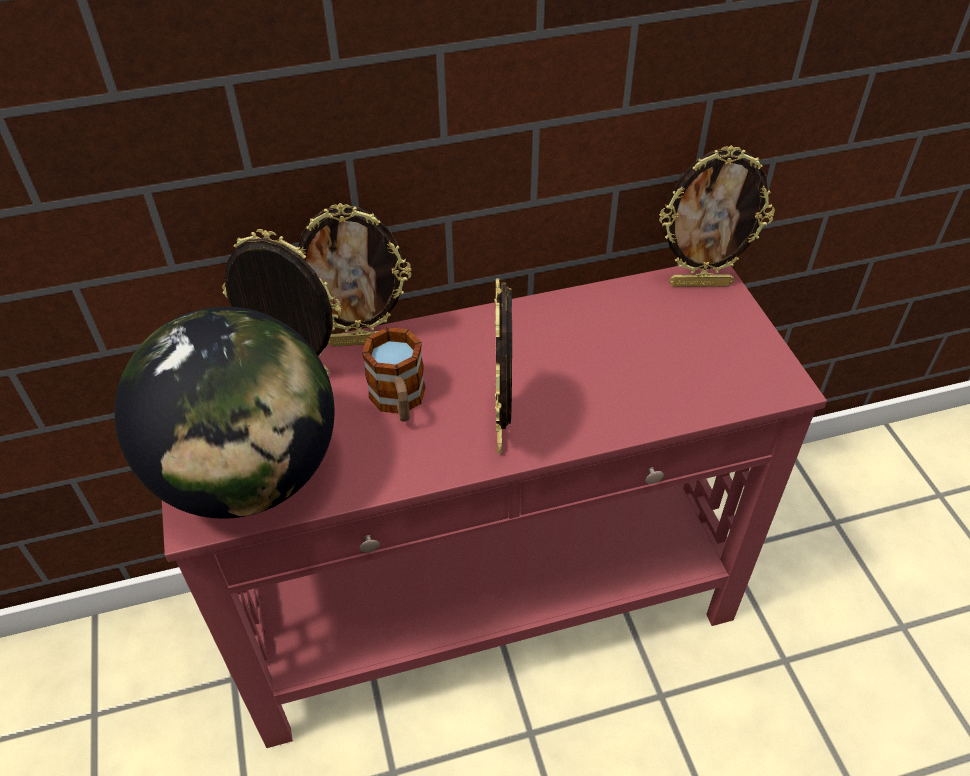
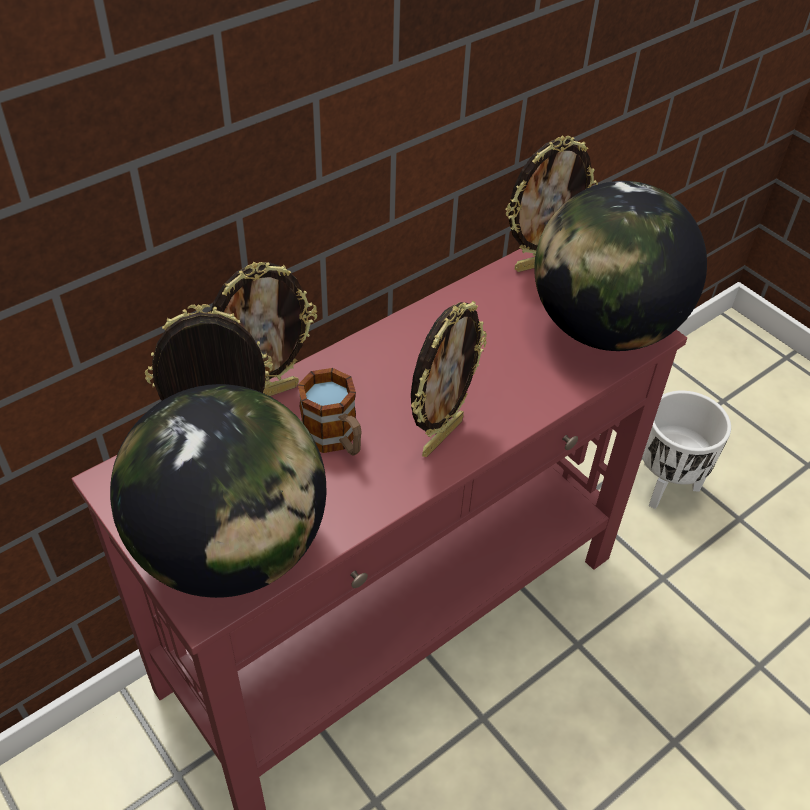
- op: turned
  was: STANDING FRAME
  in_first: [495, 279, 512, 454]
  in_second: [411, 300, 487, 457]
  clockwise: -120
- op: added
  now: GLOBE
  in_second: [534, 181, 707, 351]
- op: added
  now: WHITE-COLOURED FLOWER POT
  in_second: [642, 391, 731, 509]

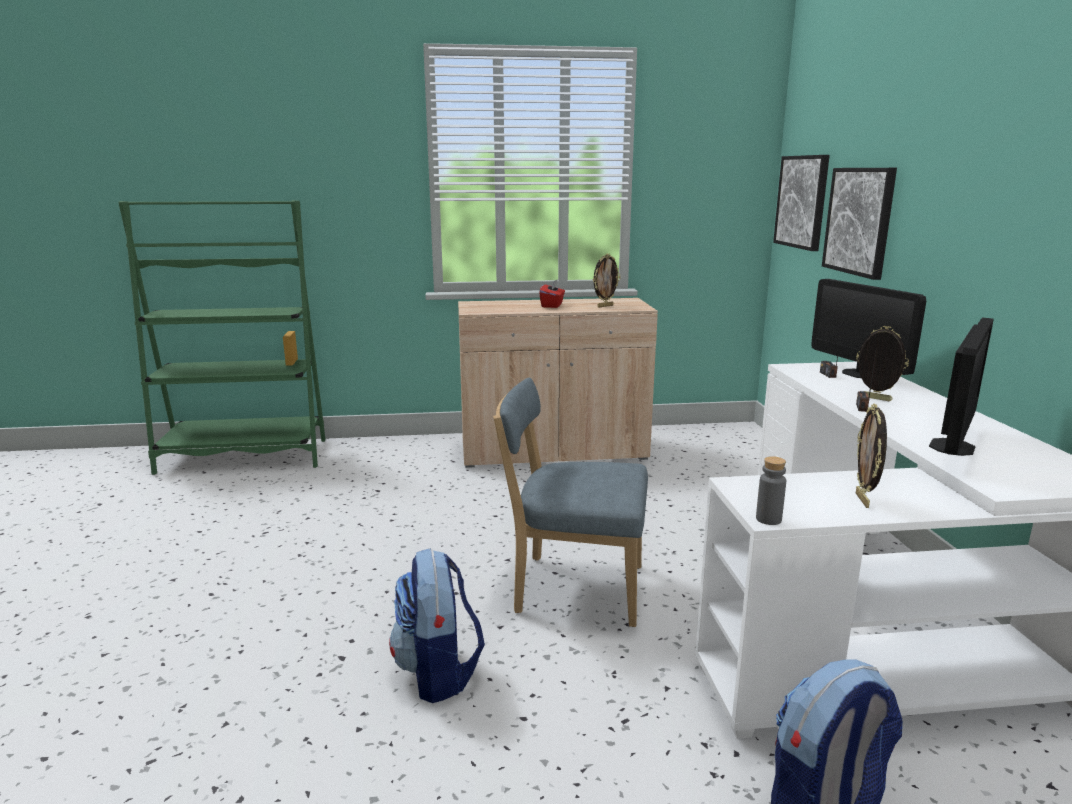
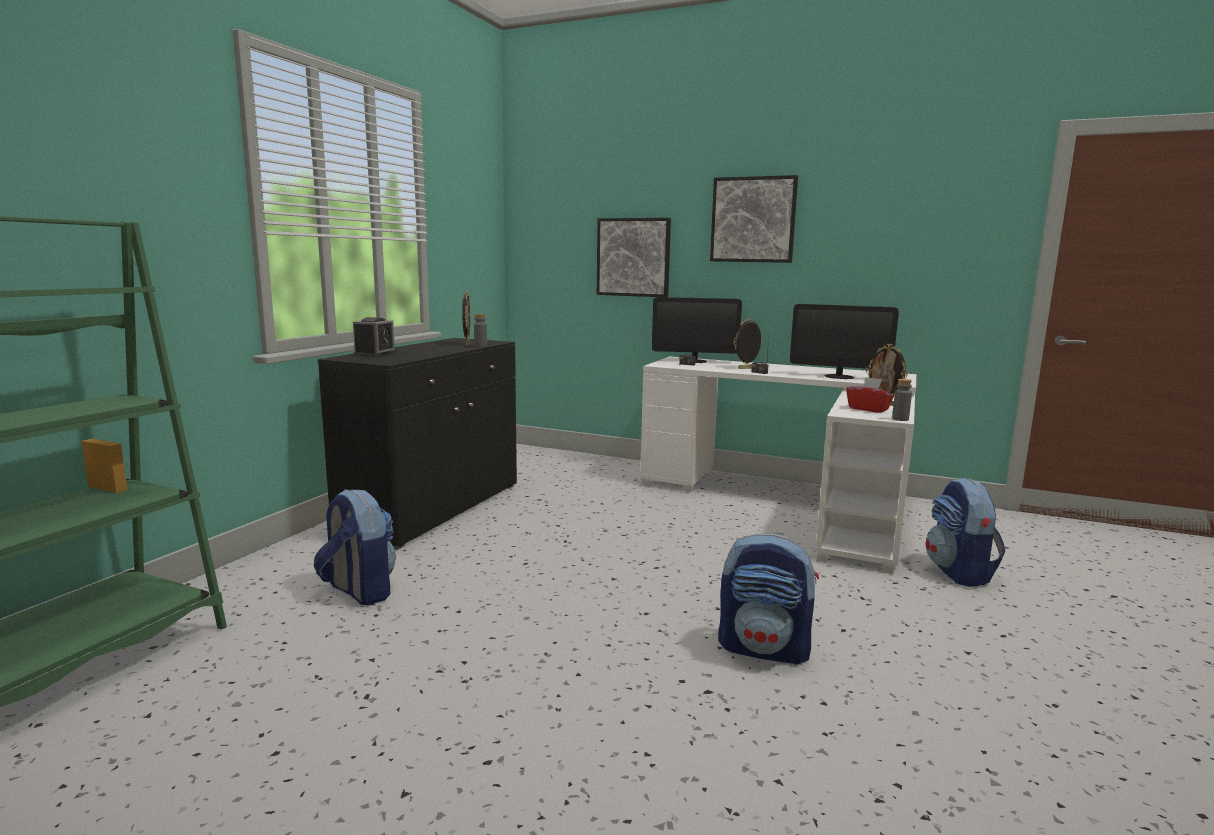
- op: added
  now: KNAPSACK
  in_second: [314, 489, 396, 605]
- op: recoloured
  was: BEIGE-COLOURED STORAGE CABINET
  now: BLACK-COLOURED STORAGE CABINET
  in_first: [458, 298, 658, 468]
  in_second: [318, 338, 517, 550]
- op: added
  now: ALARM CLOCK
  in_second: [353, 317, 396, 357]
- op: added
  now: GREYISH BOTTLE
  in_second: [474, 314, 487, 347]
- op: moved
  was: PICTURE
  in_first: [773, 155, 830, 251]
  in_second: [710, 175, 798, 263]
- op: turned
  was: COMPUTER DISPLAY
  in_first: [929, 317, 994, 456]
  in_second: [790, 304, 899, 379]
  clockwise: 135
- op: moved
  was: RED-COLOURED TISSUE HOLDER
  in_first: [539, 279, 565, 308]
  in_second: [846, 377, 894, 413]
- op: removed
  was: BLUISH CHAIR
  in_first: [493, 377, 648, 627]

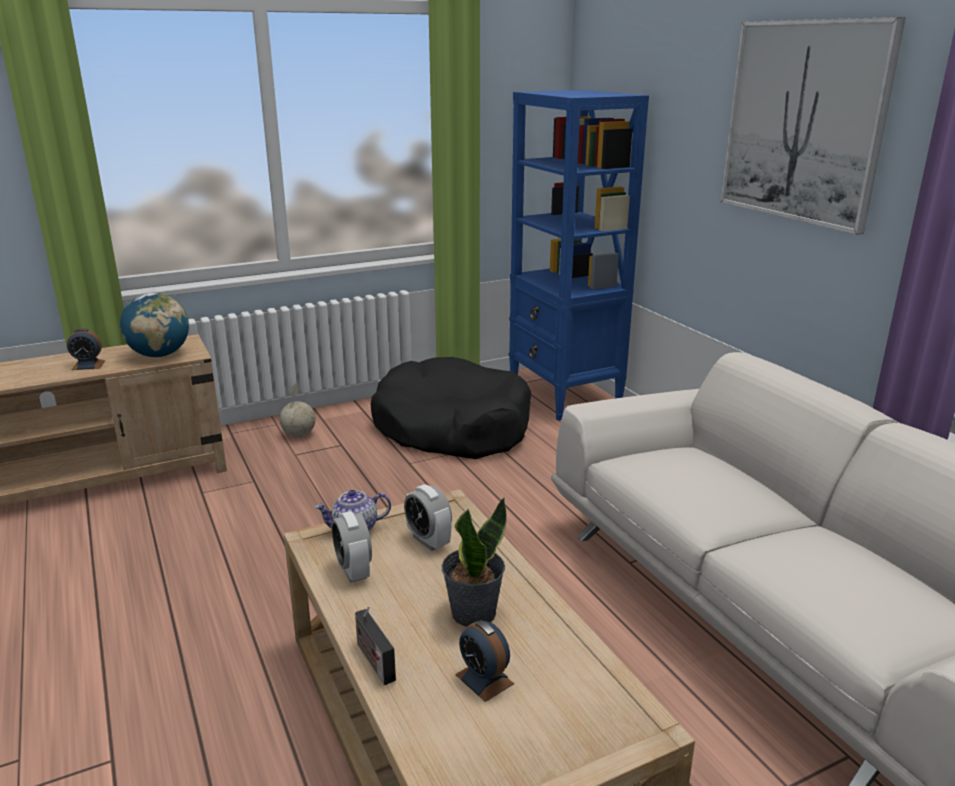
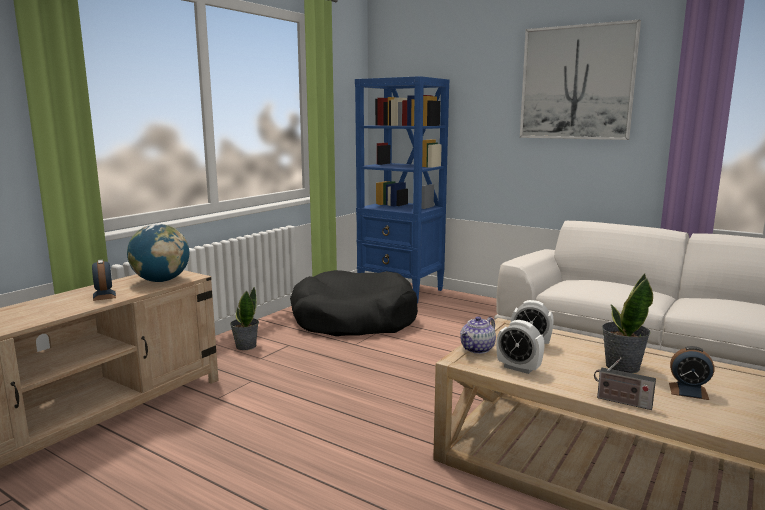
- op: turned
  was: ALARM CLOCK
  in_first: [67, 328, 105, 370]
  in_second: [92, 260, 116, 301]
  clockwise: -75
- op: replaced
  was: GLOBE
  now: POTTED PLANT
  in_first: [279, 382, 316, 437]
  in_second: [230, 286, 259, 350]

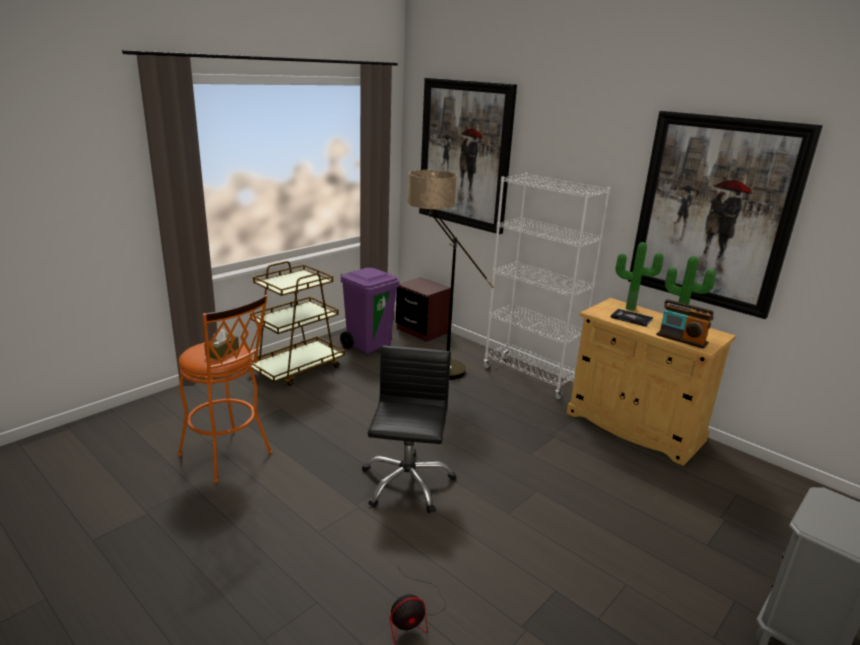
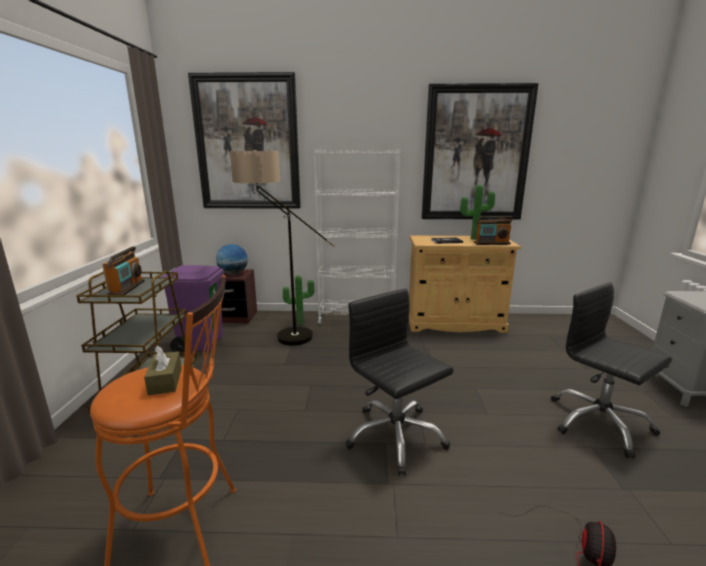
- op: added
  now: RADIO RECEIVER
  in_second: [102, 246, 145, 295]
- op: added
  now: GLOBE
  in_second: [216, 244, 248, 275]
- op: moved
  was: POTTED PLANT
  in_first: [615, 242, 664, 311]
  in_second: [283, 275, 314, 325]
- op: added
  now: BLACK-COLOURED COMPUTER CHAIR
  in_second: [551, 282, 672, 458]

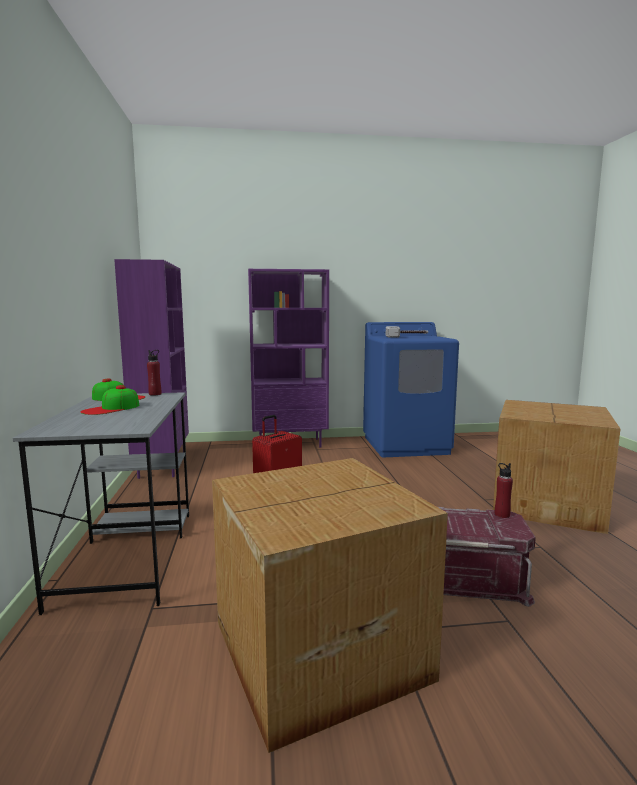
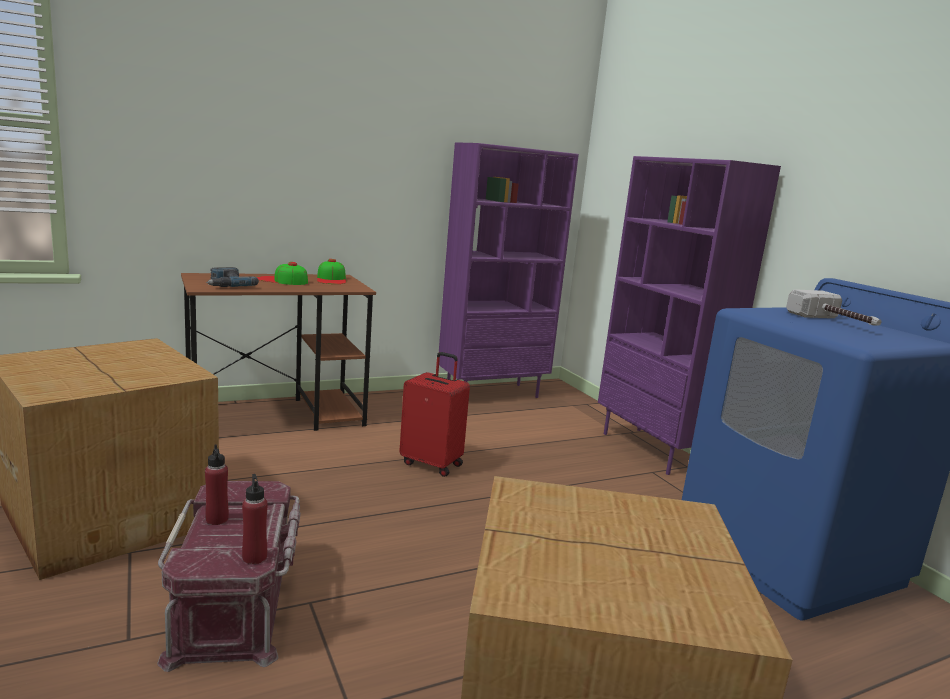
- op: recoloured
  was: GREYISH DESK UNIT
  now: BROWN DESK UNIT
  in_first: [13, 392, 189, 615]
  in_second: [181, 273, 376, 431]
- op: moved
  was: RED-COLOURED BOTTLE
  in_first: [147, 350, 161, 395]
  in_second: [205, 444, 229, 525]
- op: added
  now: POWER DRILL
  in_second: [206, 267, 259, 287]

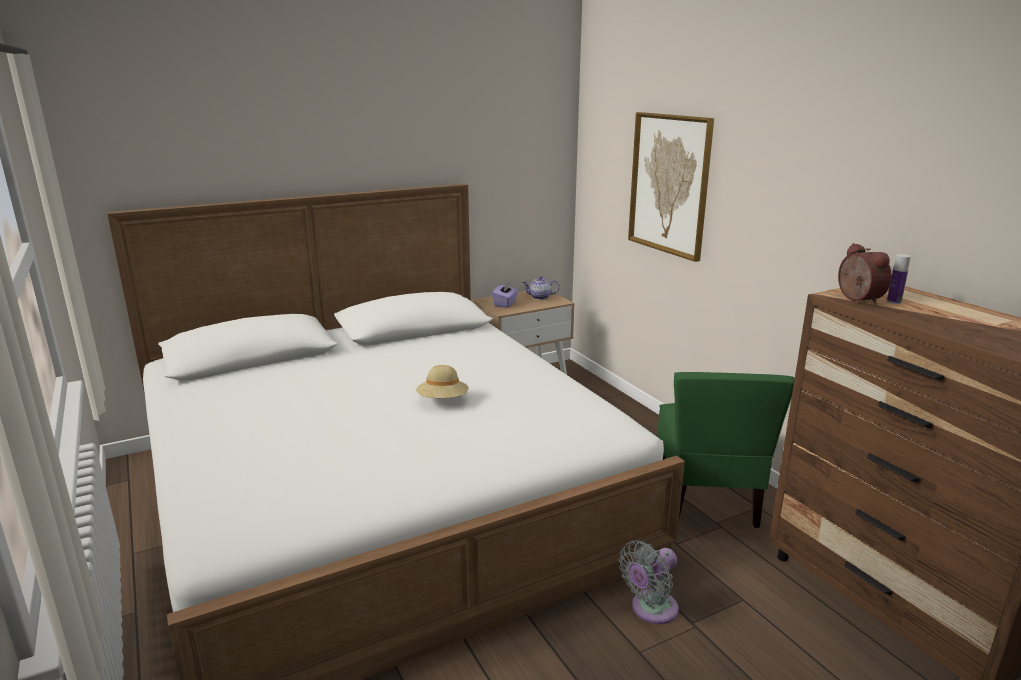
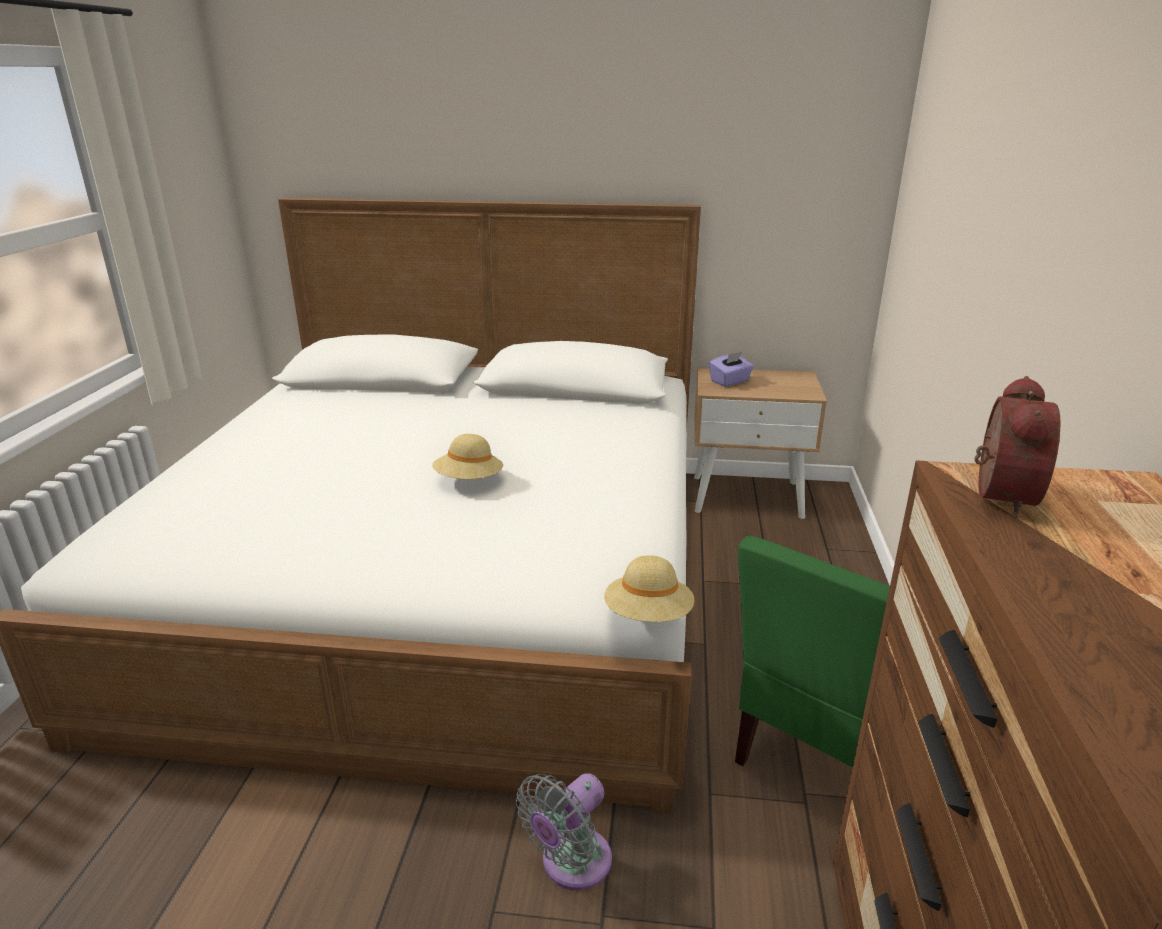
- op: turned
  was: GREYISH FAN
  in_first: [619, 540, 679, 624]
  in_second: [516, 773, 612, 890]
  clockwise: -45
- op: added
  now: BEIGE-COLOURED WEARABLE HAT
  in_second: [604, 555, 694, 622]
- op: removed
  was: TEA POT
  in_first: [522, 276, 559, 300]
- op: removed
  was: PICTURE
  in_first: [628, 112, 714, 262]
- op: removed
  was: BOTTLE
  in_first: [887, 254, 911, 304]

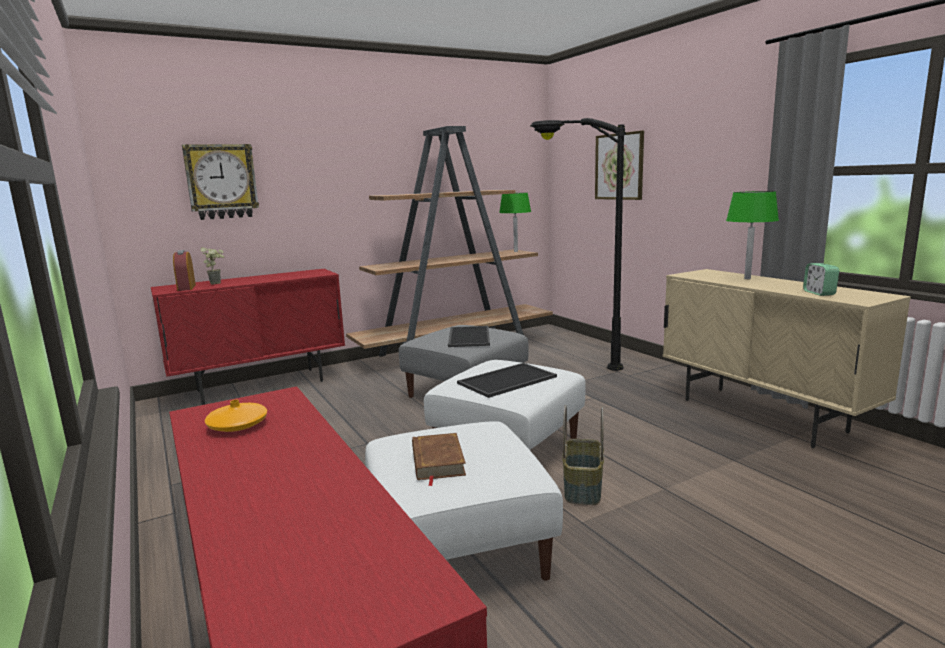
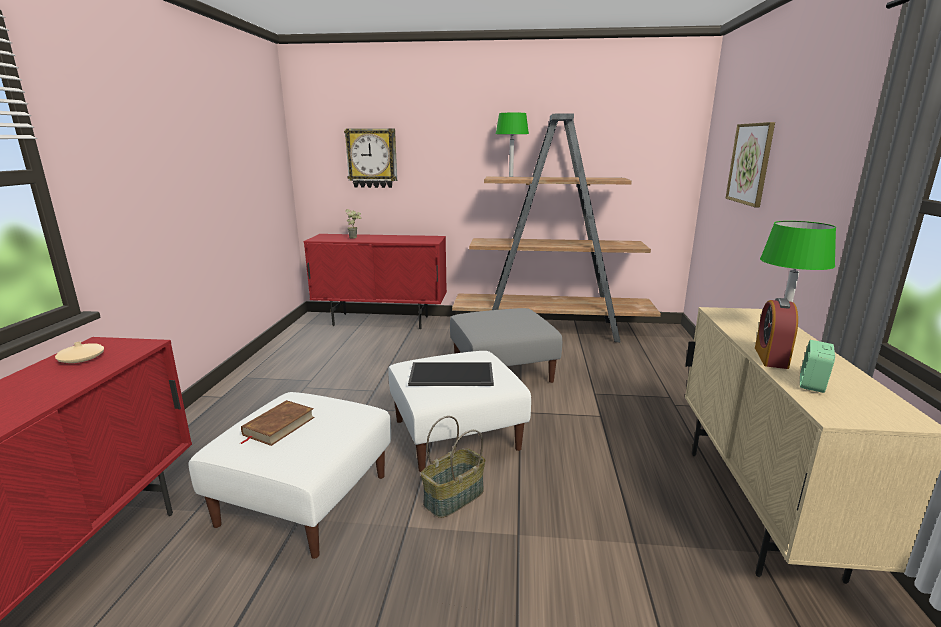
- op: recoloured
  was: ORANGE-COLOURED VASE
  now: BEIGE-COLOURED VASE
  in_first: [205, 400, 267, 432]
  in_second: [55, 342, 104, 363]
- op: moved
  was: GREEN LAMP FOR A TABLE
  in_first: [499, 193, 531, 252]
  in_second: [496, 113, 529, 177]
- op: moved
  was: ALARM CLOCK
  in_first: [173, 250, 196, 291]
  in_second: [755, 298, 798, 369]
- op: removed
  was: CARRYING TRAY
  in_first: [448, 326, 490, 347]
- op: removed
  was: BLACK-COLOURED STANDING LAMP
  in_first: [530, 118, 626, 371]

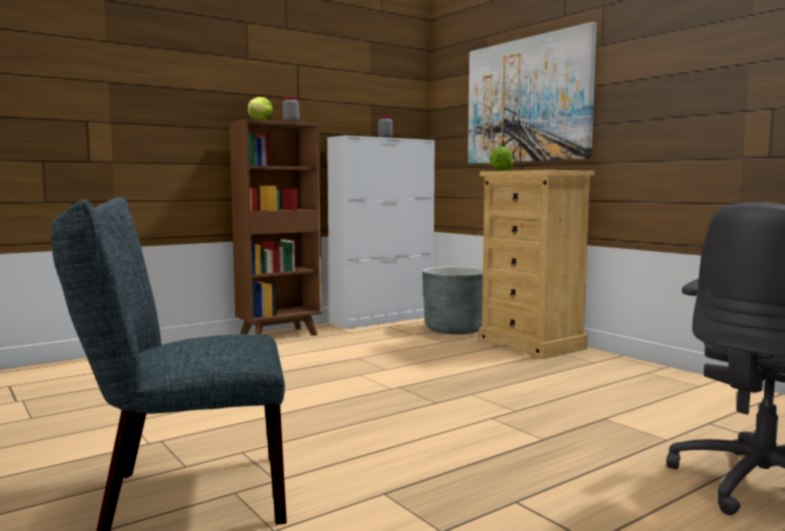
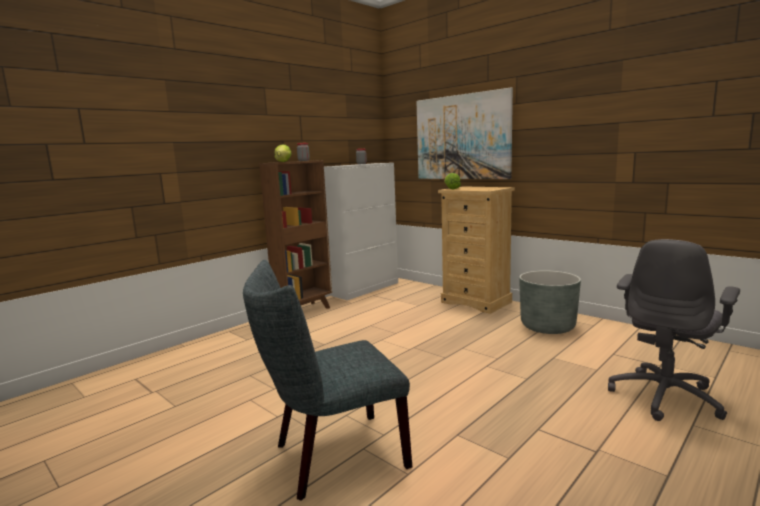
- op: moved
  was: GREYISH FLOWER POT
  in_first: [423, 267, 483, 334]
  in_second: [519, 270, 581, 334]

